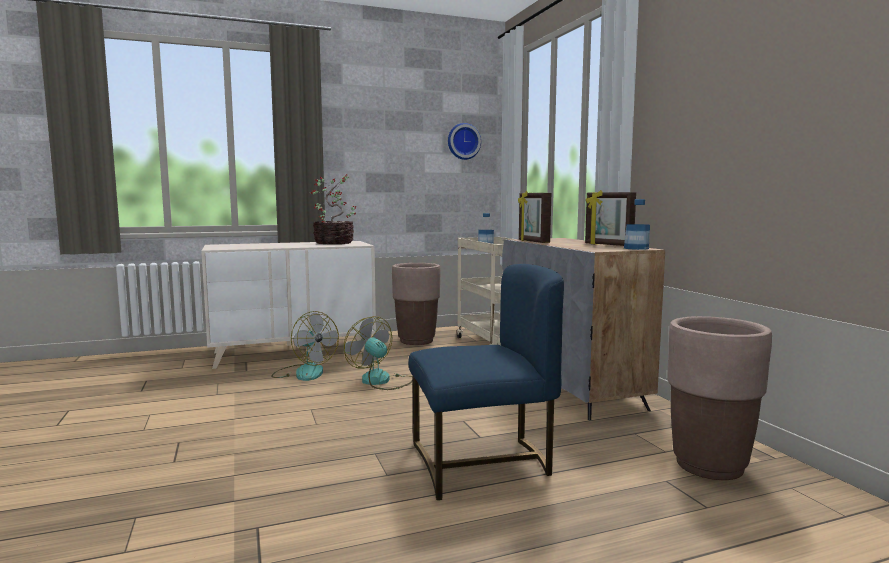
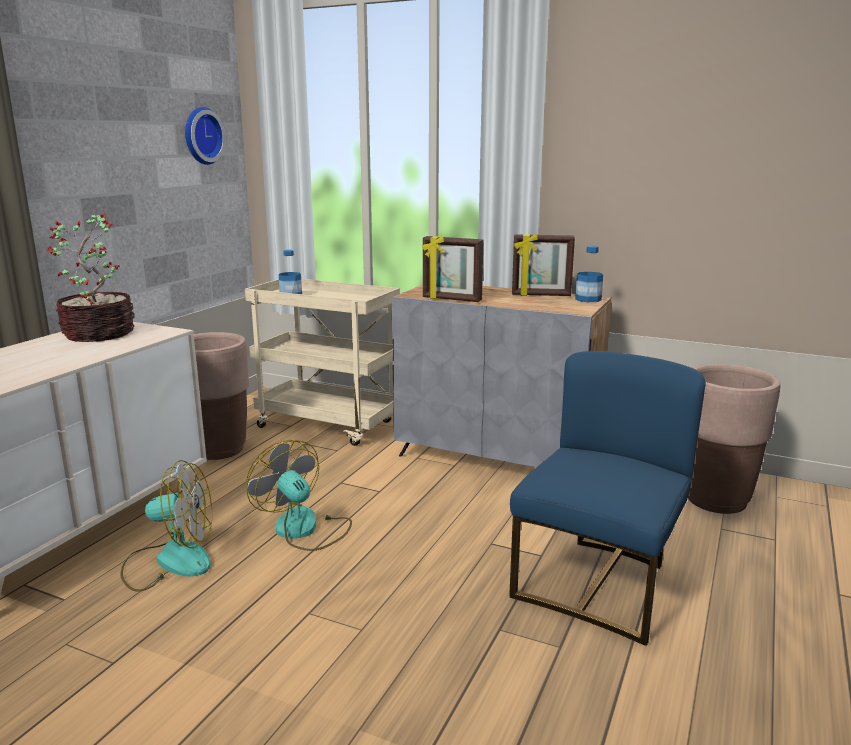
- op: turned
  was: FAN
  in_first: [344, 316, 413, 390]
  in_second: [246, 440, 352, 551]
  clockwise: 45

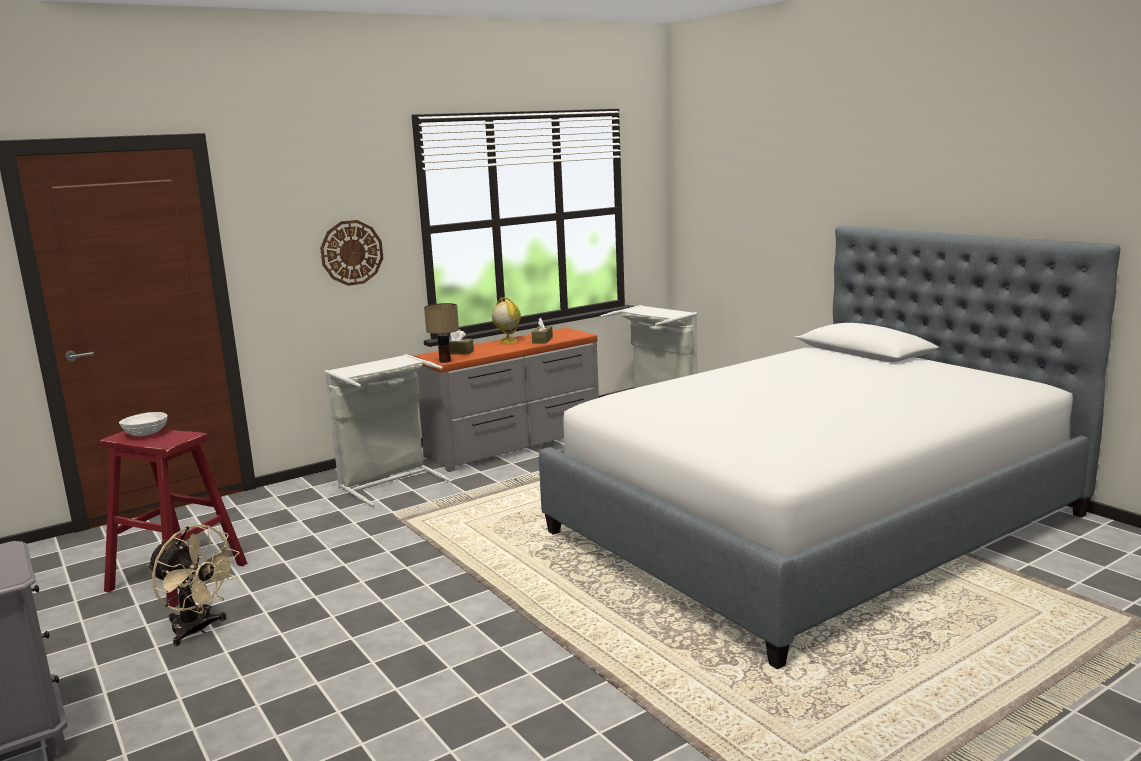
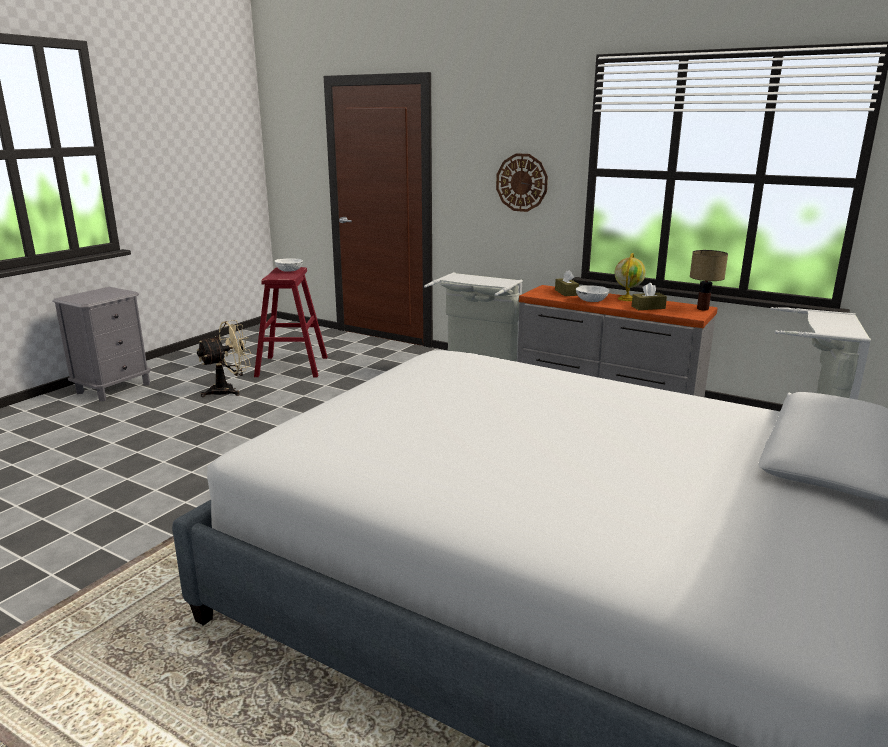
- op: turned
  was: BEIGE-COLOURED FAN
  in_first: [147, 524, 240, 646]
  in_second: [197, 320, 251, 397]
  clockwise: -135
- op: added
  now: WHITE-COLOURED BOWL
  in_second: [576, 285, 609, 302]
- op: moved
  was: LAMP FOR A TABLE
  in_first: [424, 303, 459, 363]
  in_second: [690, 250, 728, 310]

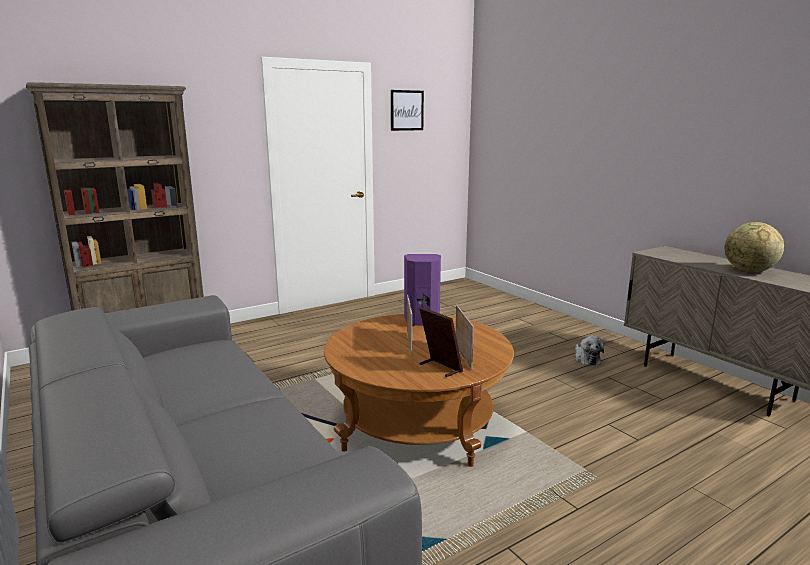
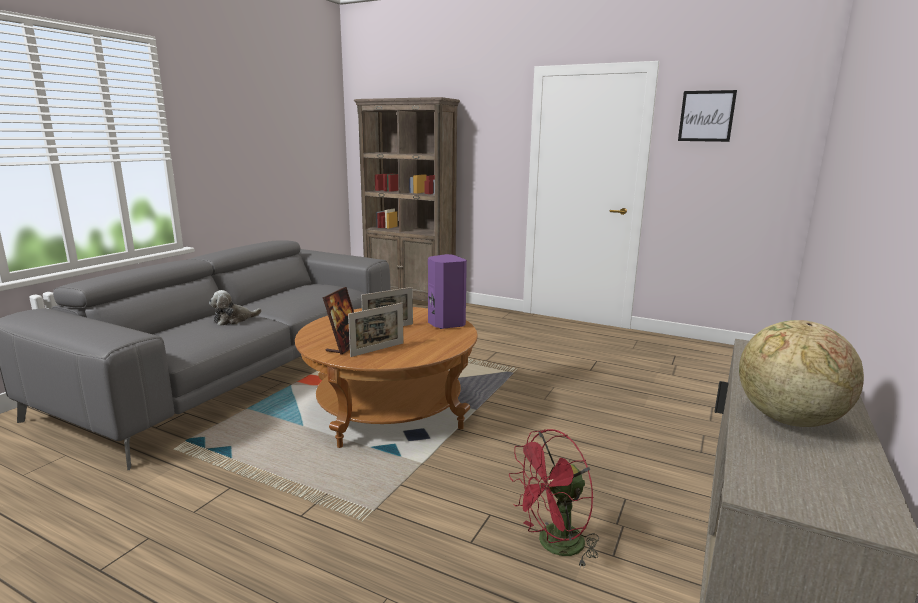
- op: moved
  was: CUDDLY TOY
  in_first: [575, 336, 604, 366]
  in_second: [209, 290, 262, 326]
- op: added
  now: RED-COLOURED FAN
  in_second: [509, 429, 599, 568]

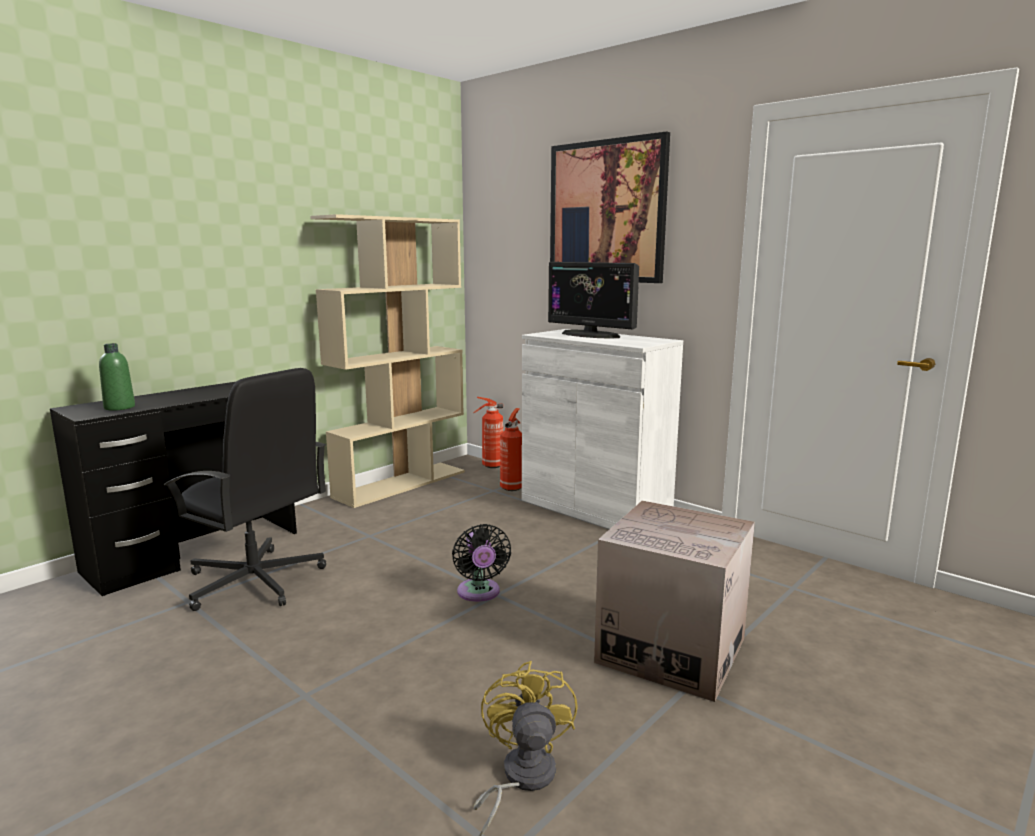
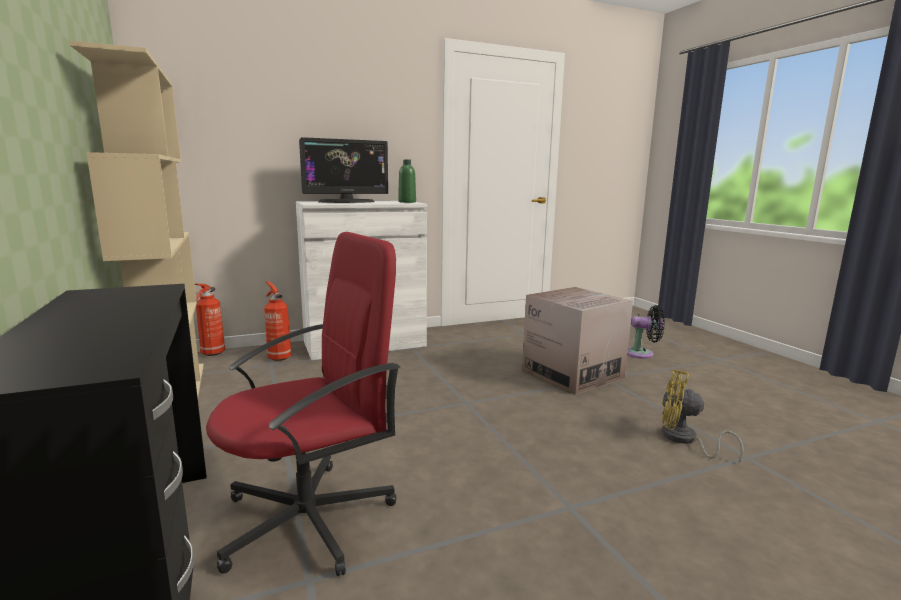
- op: recoloured
  was: BLACK-COLOURED COMPUTER CHAIR
  now: RED-COLOURED COMPUTER CHAIR
  in_first: [164, 368, 326, 611]
  in_second: [206, 232, 400, 576]
- op: moved
  was: GREEN BOTTLE
  in_first: [99, 343, 135, 411]
  in_second: [398, 159, 416, 203]
- op: moved
  was: BLACK-COLOURED FAN
  in_first: [452, 524, 511, 602]
  in_second: [627, 305, 665, 359]
- op: removed
  was: PICTURE
  in_first: [550, 131, 670, 283]

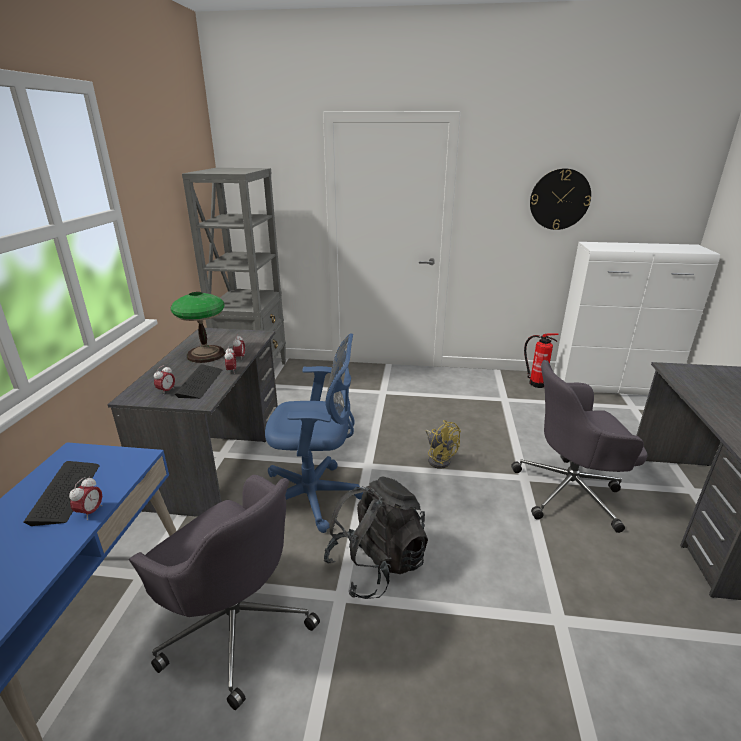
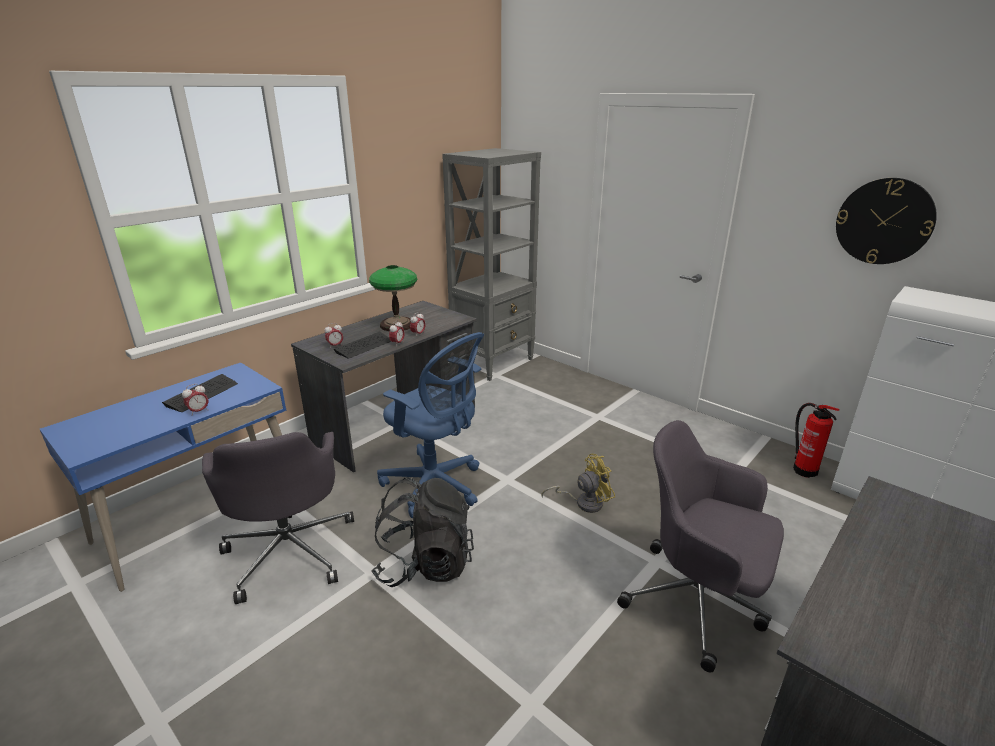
- op: turned
  was: YELLOW-COLOURED FAN
  in_first: [426, 420, 461, 469]
  in_second: [542, 454, 615, 513]
  clockwise: -105

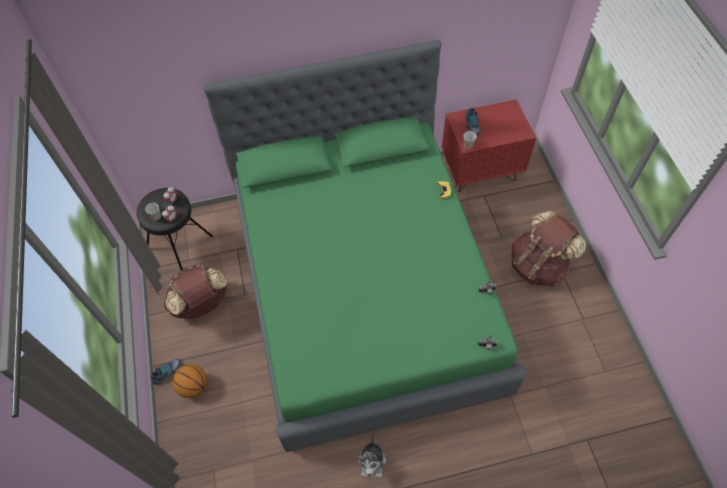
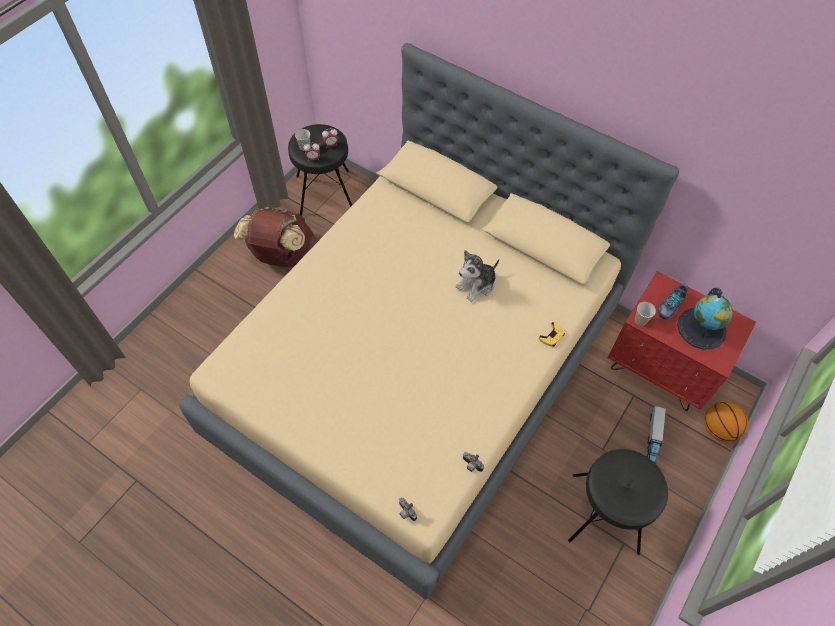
- op: recoloured
  was: GREEN SLEEPING BED
  now: BEIGE-COLOURED SLEEPING BED
  in_first: [203, 40, 526, 452]
  in_second: [179, 43, 679, 599]
- op: moved
  was: CUDDLY TOY
  in_first: [357, 435, 386, 478]
  in_second: [456, 250, 499, 302]
- op: replaced
  was: BROWN KNAPSACK
  now: BLACK-COLOURED SITTING STOOL
  in_first: [511, 211, 586, 287]
  in_second: [568, 449, 668, 555]
- op: added
  now: MODEL TRUCK
  in_second: [646, 405, 666, 464]
- op: added
  now: GLOBE
  in_second: [677, 288, 733, 349]
- op: moved
  was: BASKETBALL BALL
  in_first: [172, 364, 207, 398]
  in_second: [704, 401, 748, 442]
- op: removed
  was: SHOE
  in_first: [150, 358, 181, 385]

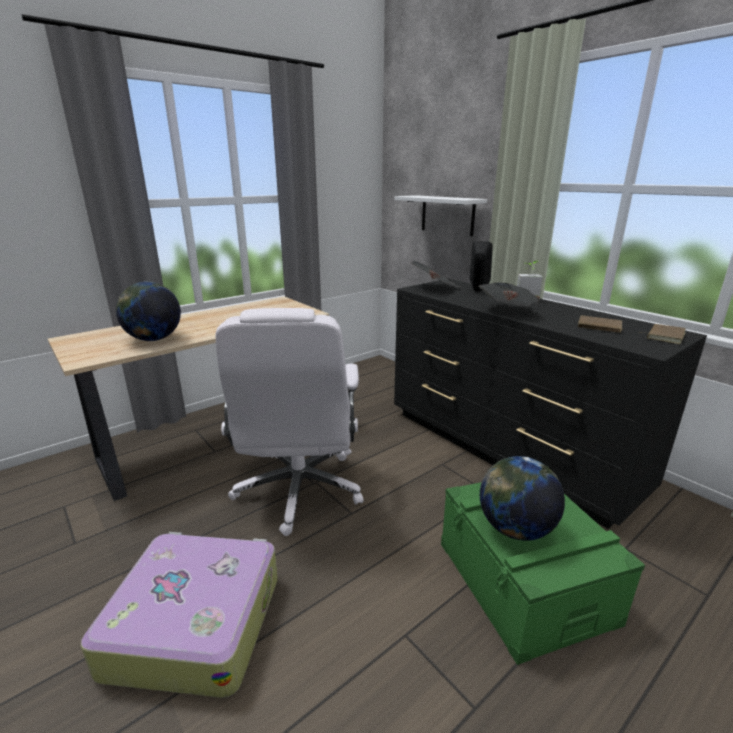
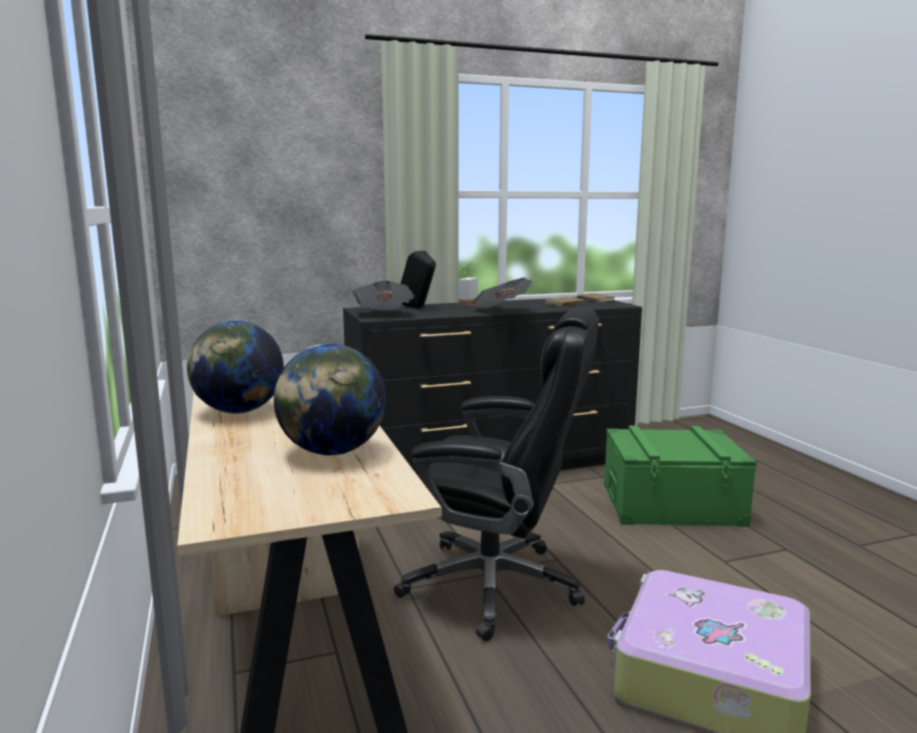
- op: moved
  was: GLOBE
  in_first: [480, 456, 565, 541]
  in_second: [187, 320, 284, 414]
- op: recoloured
  was: WHITE-COLOURED COMPUTER CHAIR
  now: BLACK-COLOURED COMPUTER CHAIR
  in_first: [216, 308, 363, 536]
  in_second: [394, 307, 599, 641]
- op: removed
  was: WHITE-COLOURED BRACKET SHELF
  in_first: [395, 195, 487, 236]

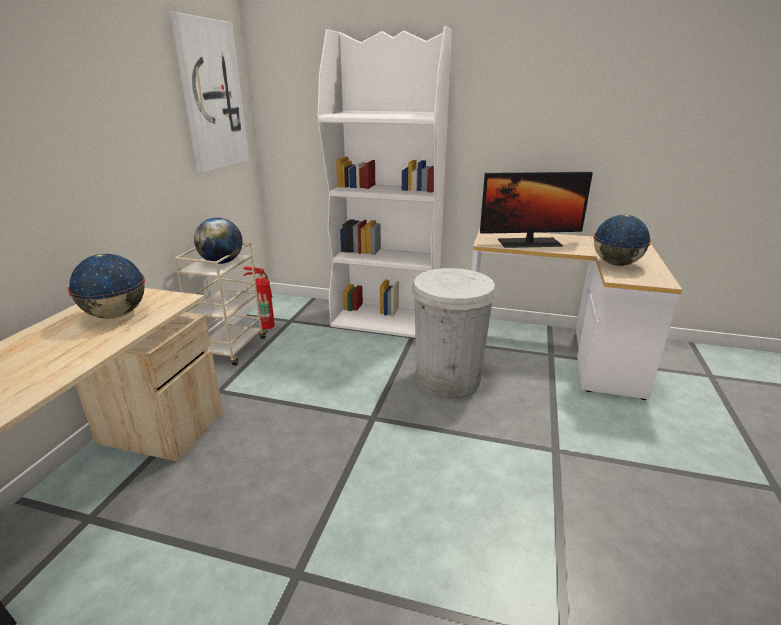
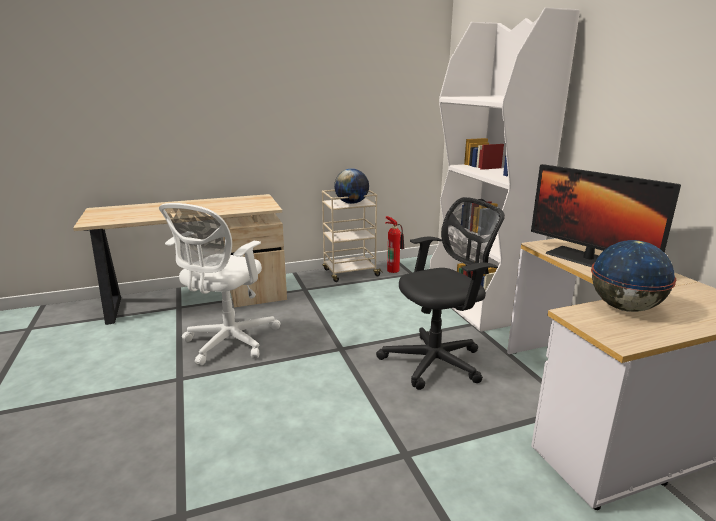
- op: added
  now: WHITE-COLOURED COMPUTER CHAIR
  in_second: [159, 203, 280, 365]
- op: replaced
  was: WHITE-COLOURED WASTE BIN
  now: BLACK-COLOURED COMPUTER CHAIR
  in_first: [411, 268, 497, 397]
  in_second: [376, 197, 505, 390]
- op: removed
  was: GLOBE
  in_first: [68, 254, 145, 318]
- op: removed
  was: PICTURE
  in_first: [170, 12, 249, 174]

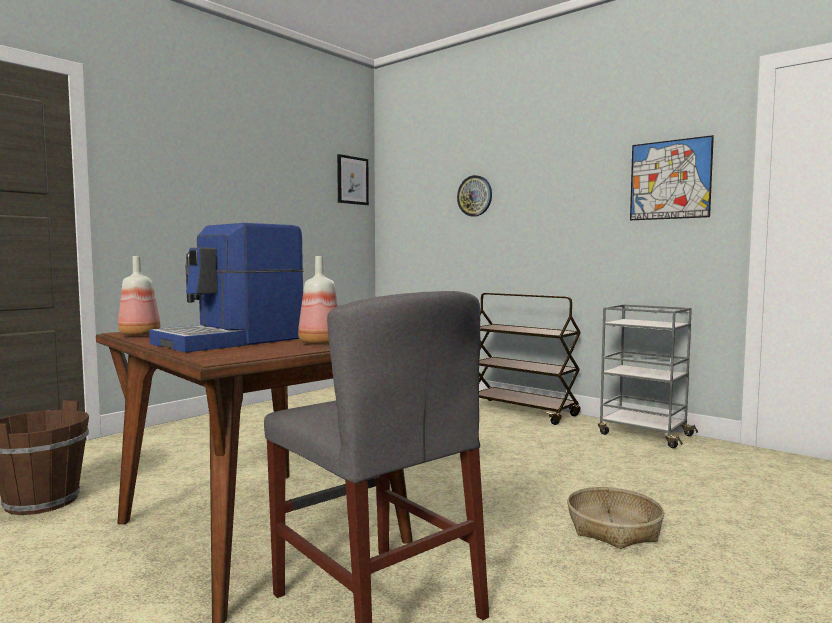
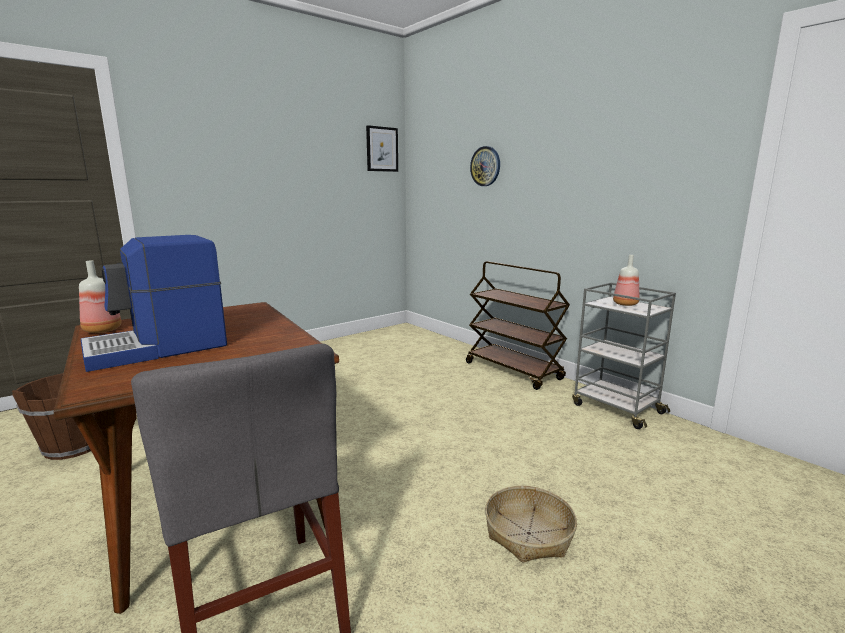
- op: moved
  was: BOTTLE
  in_first: [298, 256, 338, 345]
  in_second: [613, 255, 639, 306]
- op: removed
  was: PICTURE
  in_first: [630, 135, 714, 220]

